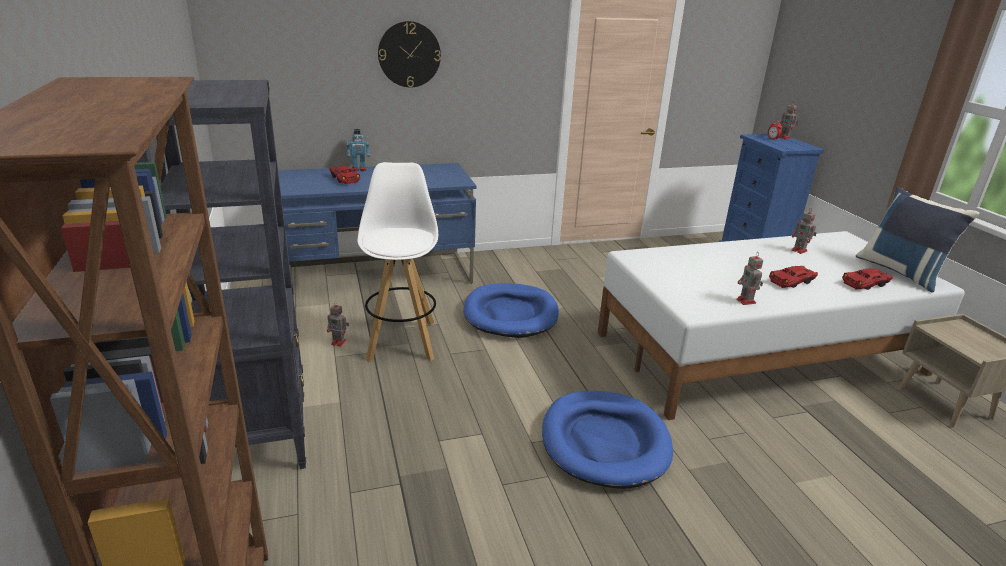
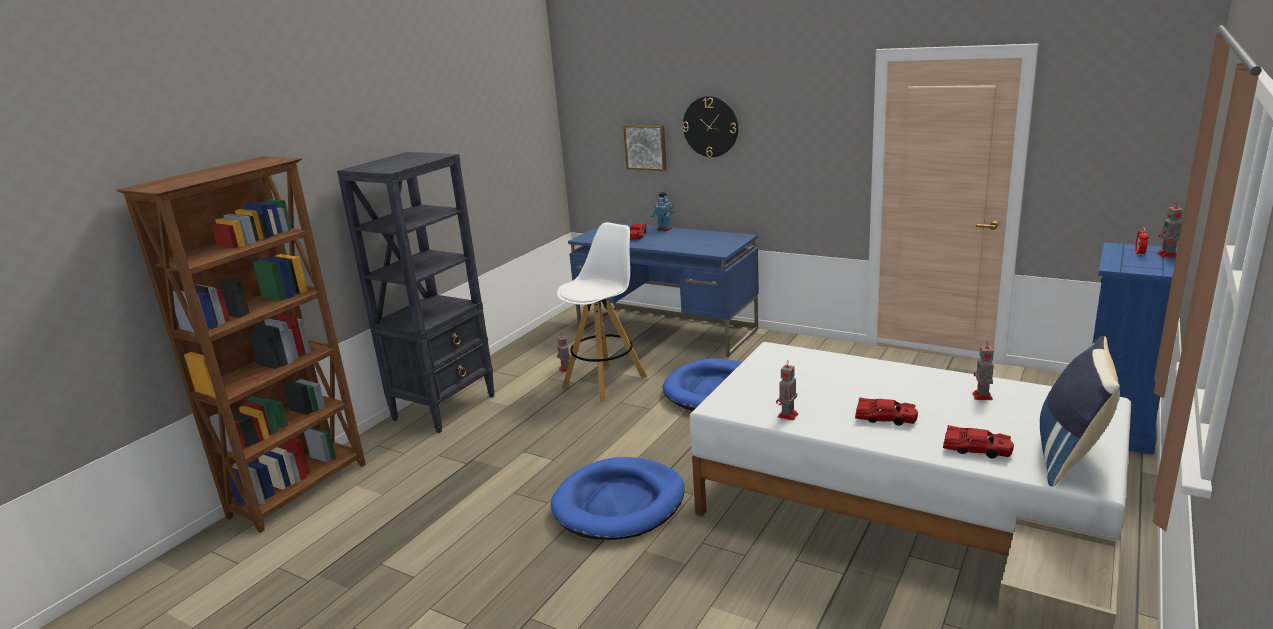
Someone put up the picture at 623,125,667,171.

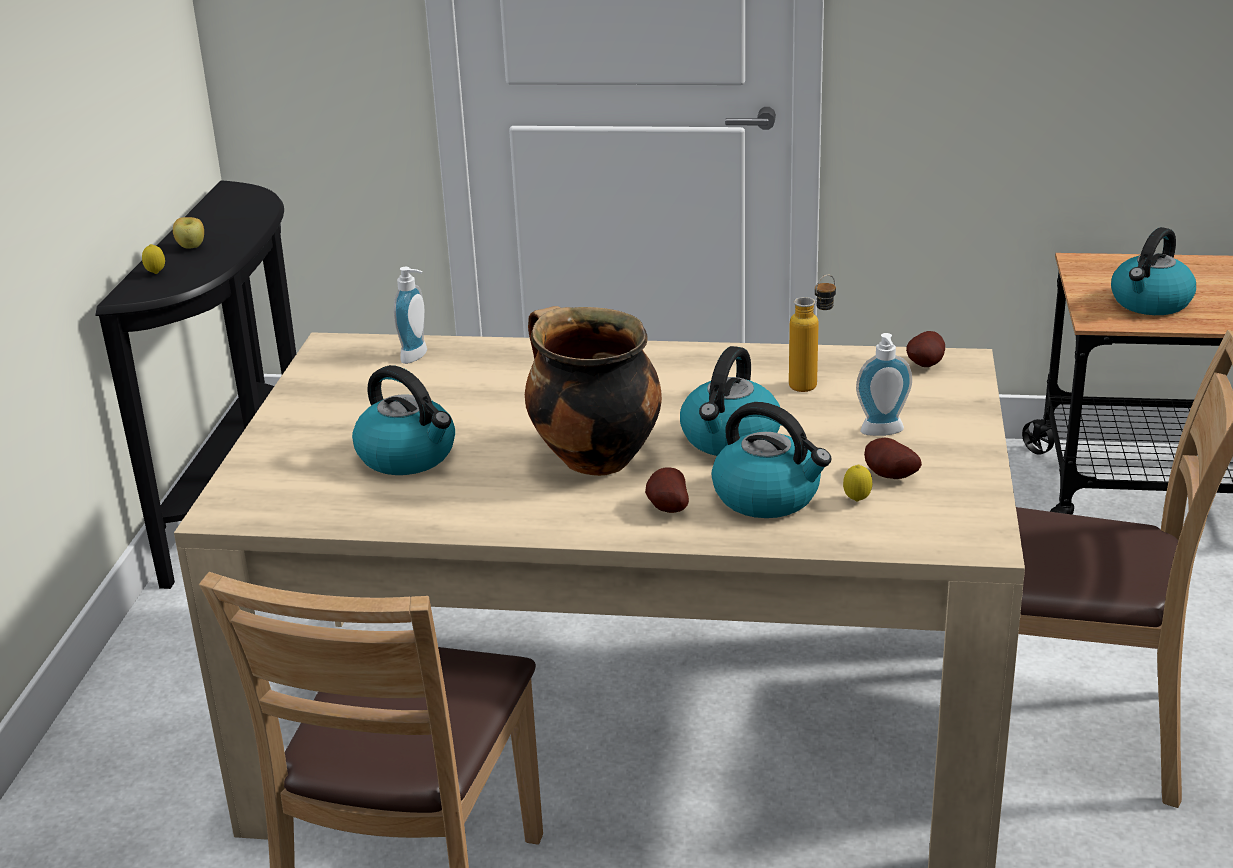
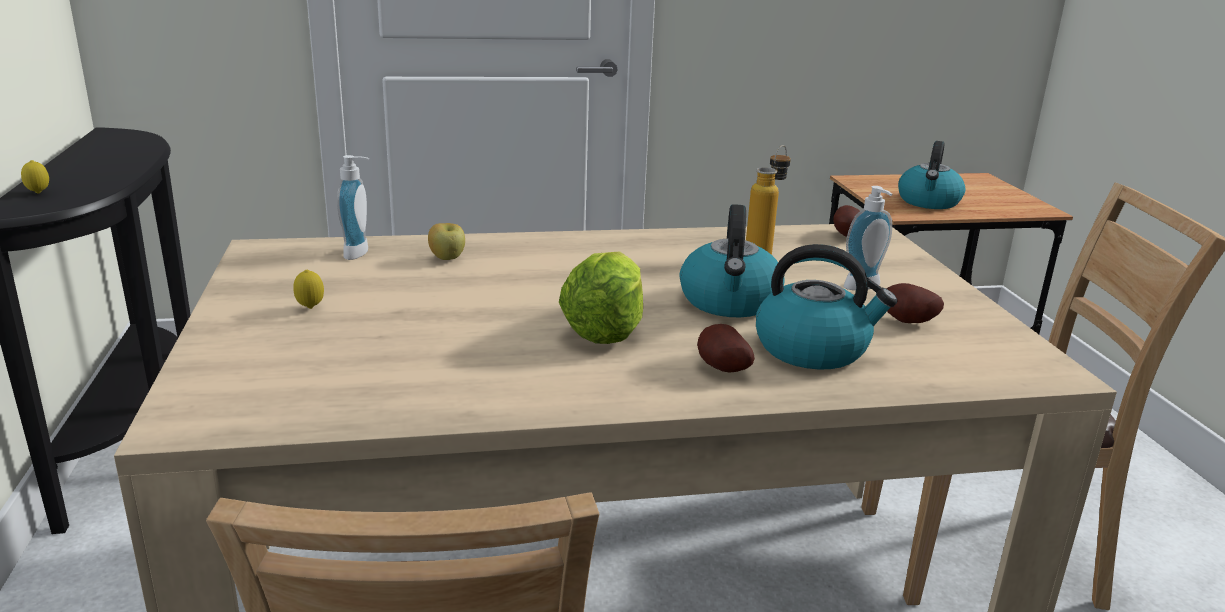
Someone carried the apple from 173,217,204,249 to 428,223,465,260.
Someone swapped the cooking pot at 525,306,662,476 for the lettuce at 559,251,643,344.
Someone took away the kettle at 352,365,455,475.
Someone carried the lemon from 843,465,872,502 to 293,270,324,309.

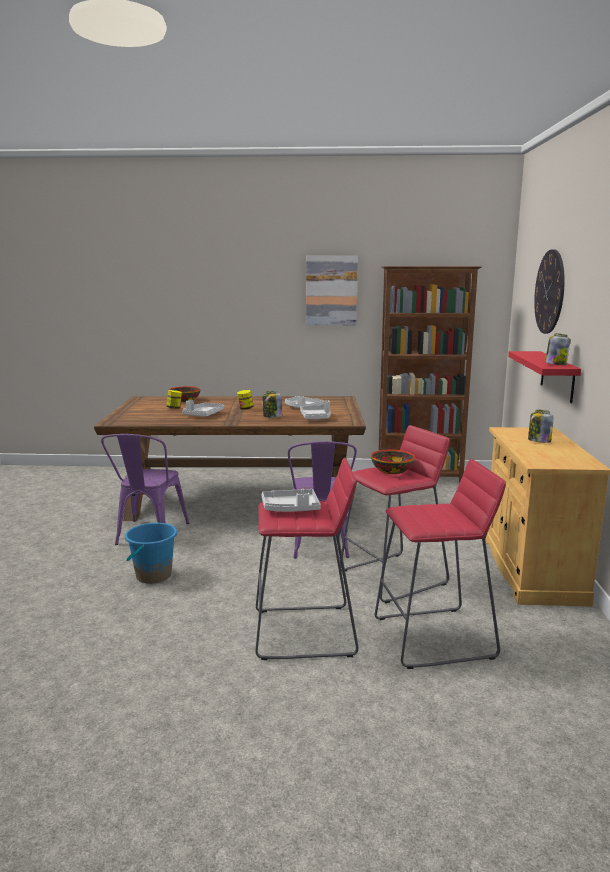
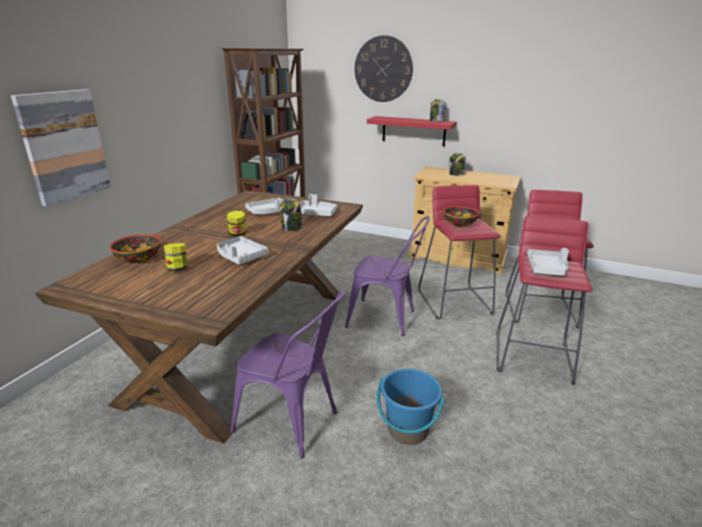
Someone carried the picture from 306,255,358,325 to 11,89,111,207.

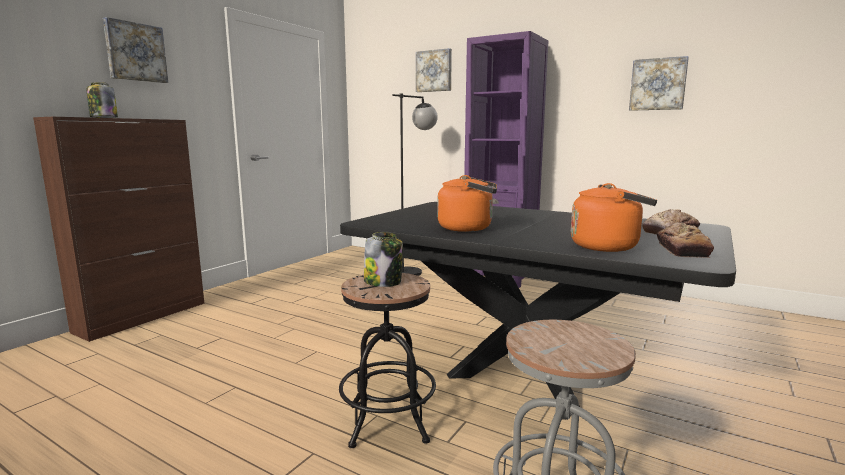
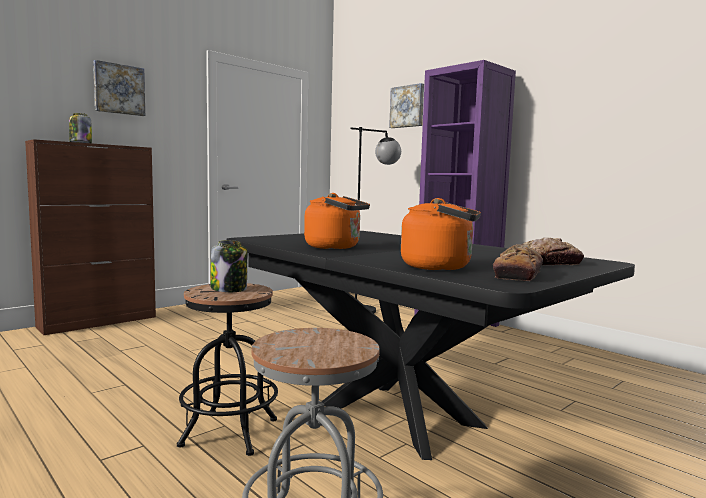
Someone took away the picture at 629,56,689,111.

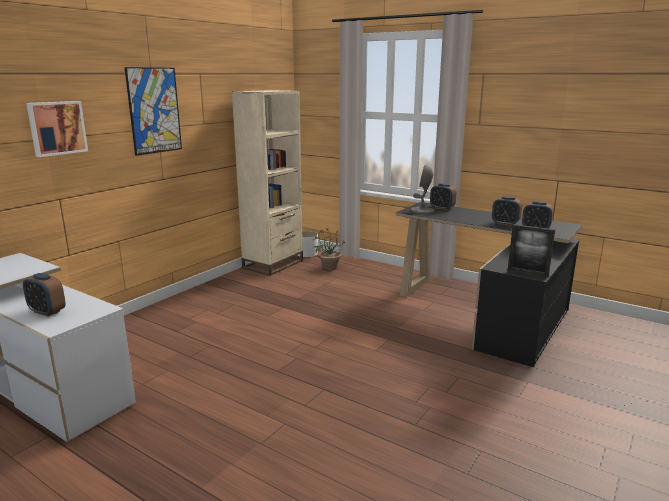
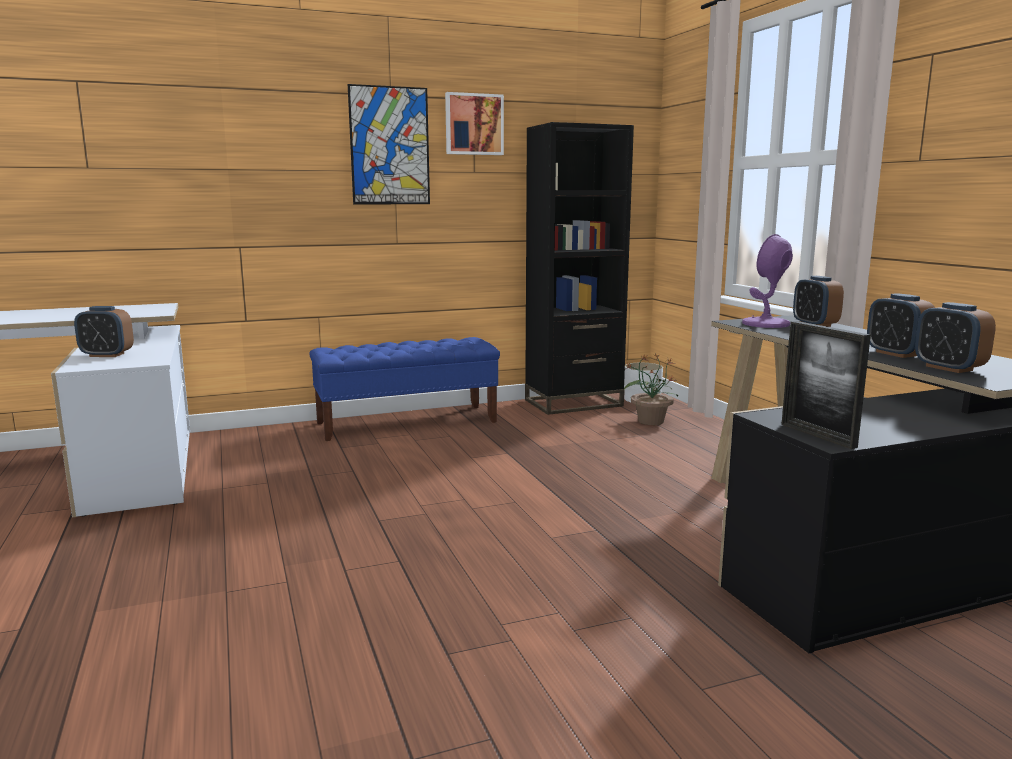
Someone repainted the bookcase/beige at 232,90,303,276, which became the bookcase/black at 525,122,634,415.
Someone carried the picture from 26,101,88,157 to 445,92,504,155.
Someone repainted the table lamp/grey at 411,165,435,214, which became the table lamp/purple at 742,234,793,328.
Someone rotated the alarm clock at 23,273,66,317 by 60 degrees counterclockwise.
Someone put down the bench/blue at 309,337,500,441.

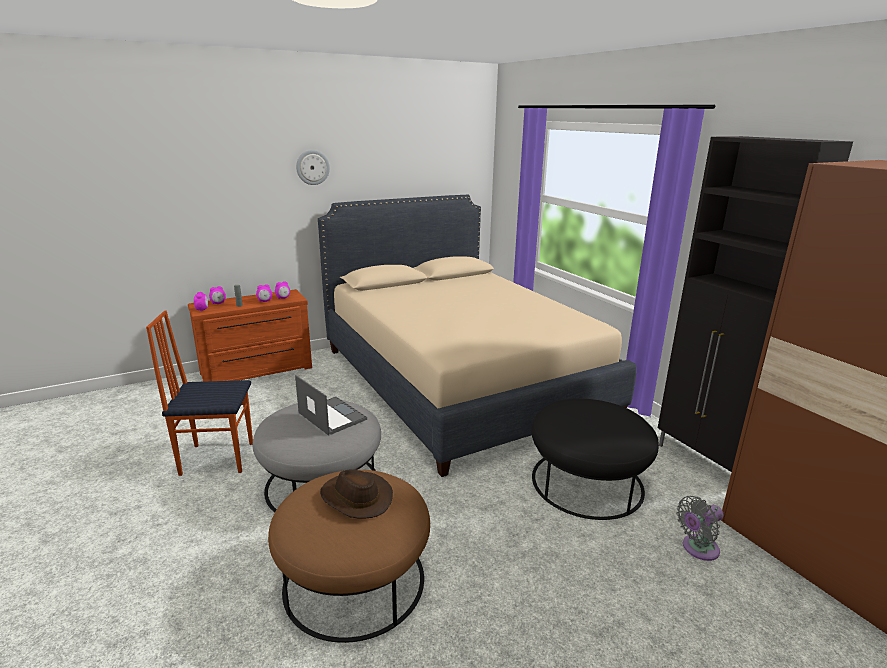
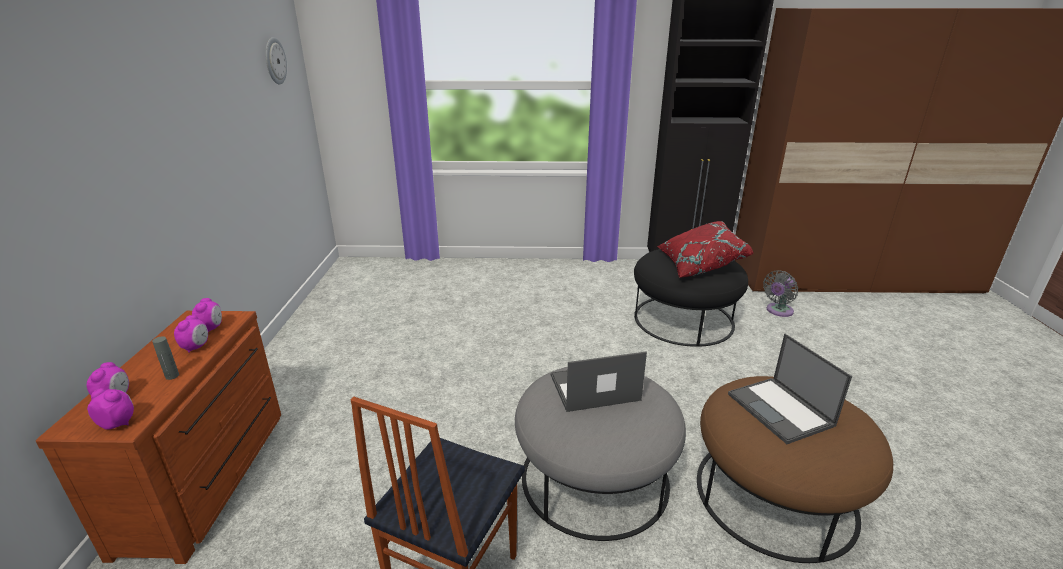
Someone carried the wall clock from 296,150,330,185 to 266,37,287,85.
Someone took away the bed/beige at 318,195,637,477.
Someone swapped the hat/brown at 320,470,393,519 for the laptop at 728,334,852,444.
Someone rotated the fan/grey at 676,496,723,561 by 45 degrees clockwise.
Someone put down the pillow/red at 658,221,753,278.

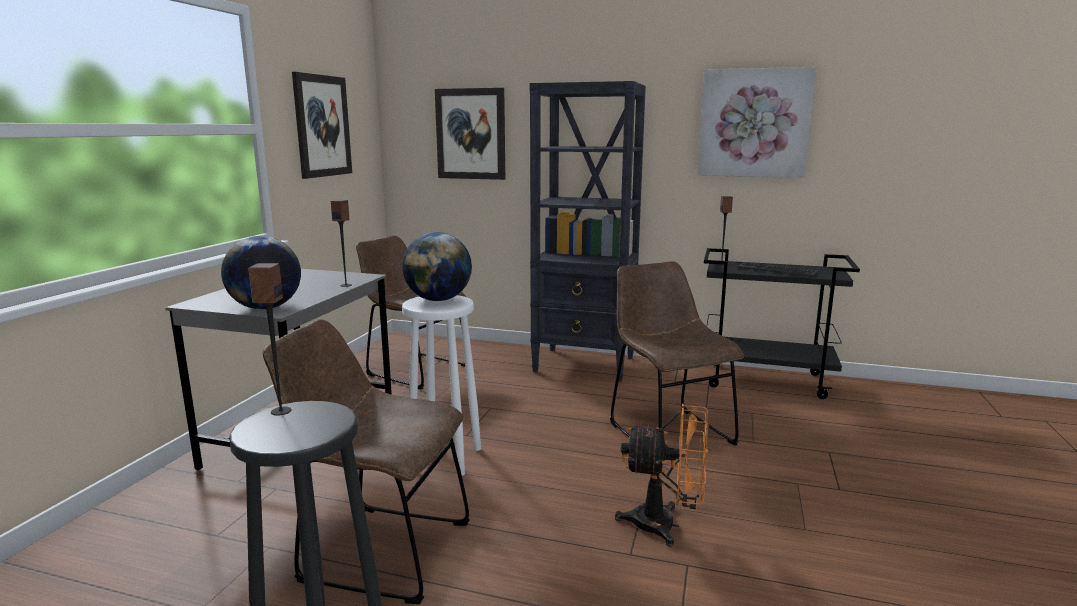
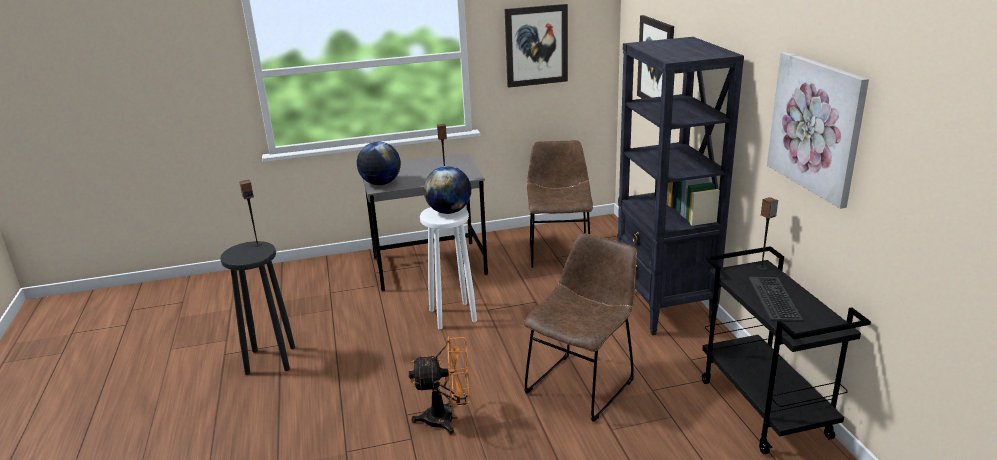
Someone took away the chair/brown at 263,319,470,604.
Someone rotated the fan/orange at 615,404,709,547 by 75 degrees counterclockwise.

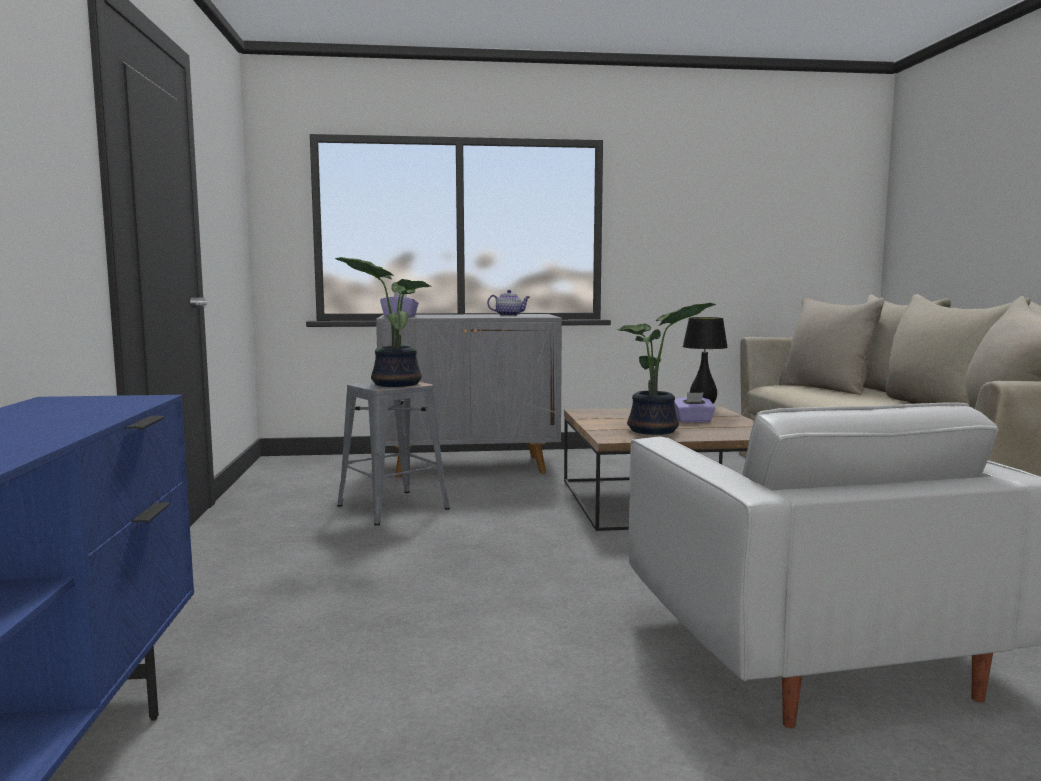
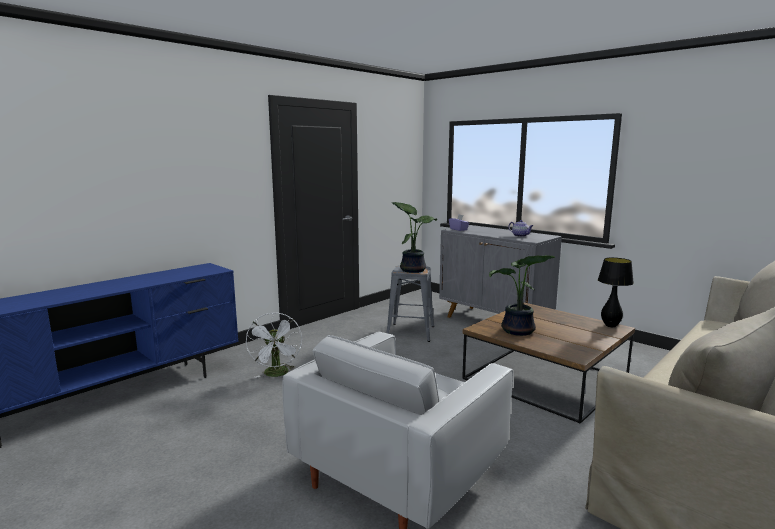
Someone took away the tissue box/purple at 674,392,716,423.
Someone put down the fan/white at 246,313,302,378.

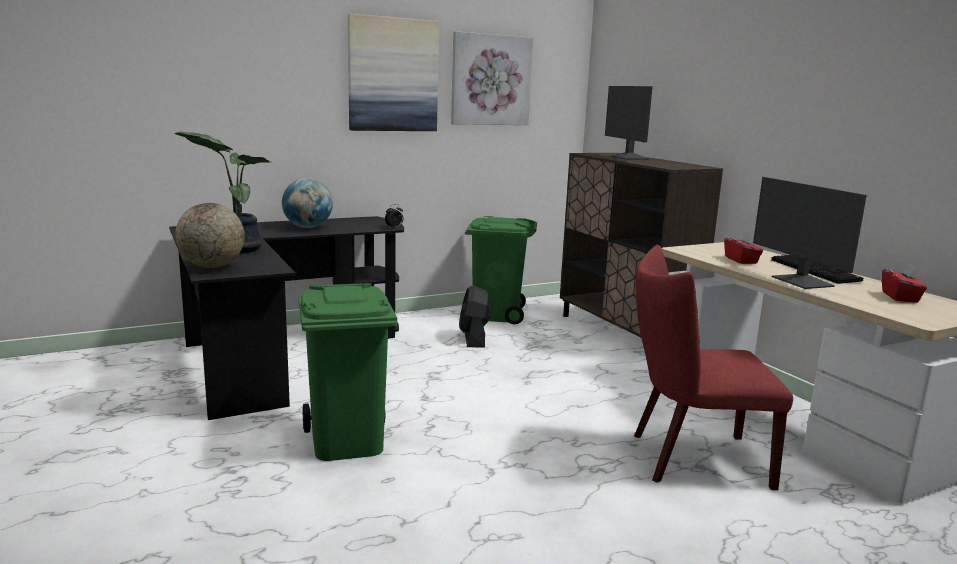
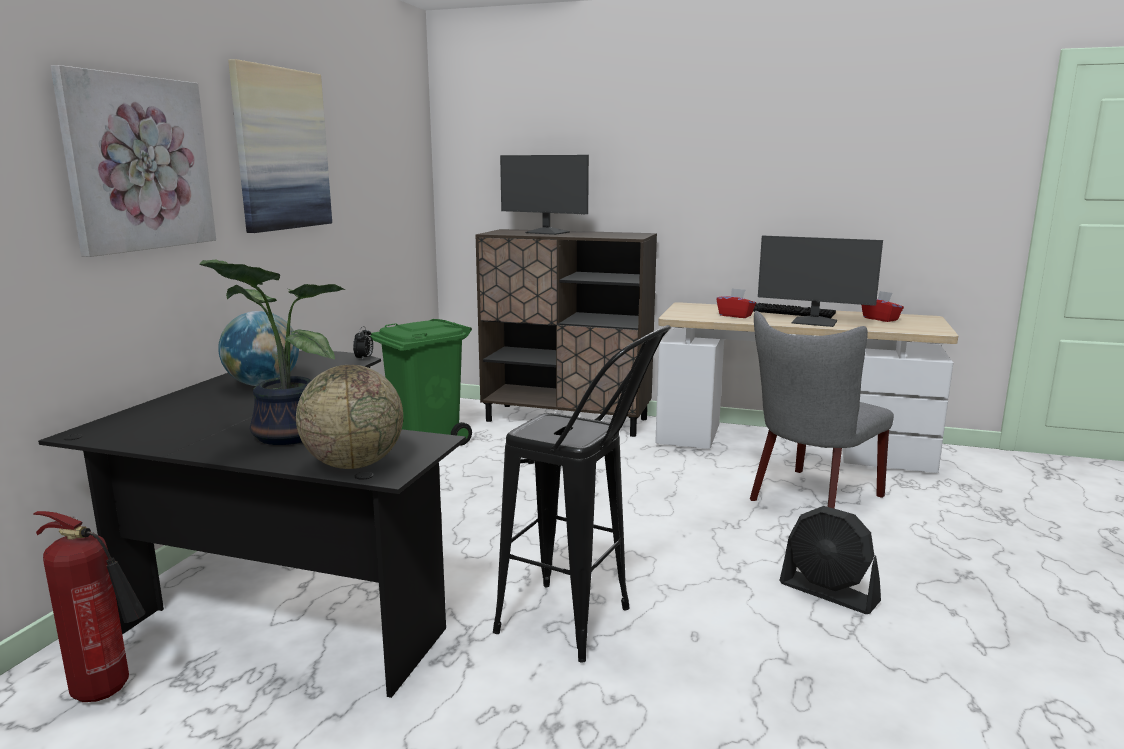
Someone carried the picture from 451,31,533,125 to 50,65,216,257.
Someone repainted the chair/red at 634,245,793,490, which became the chair/grey at 750,311,894,508.
Someone swapped the trash can/green at 298,283,397,461 for the stool/black at 493,325,671,663.
Someone carried the fan/black from 459,285,491,347 to 779,506,881,614.
Someone put down the fire extinguisher at 33,511,146,702.

